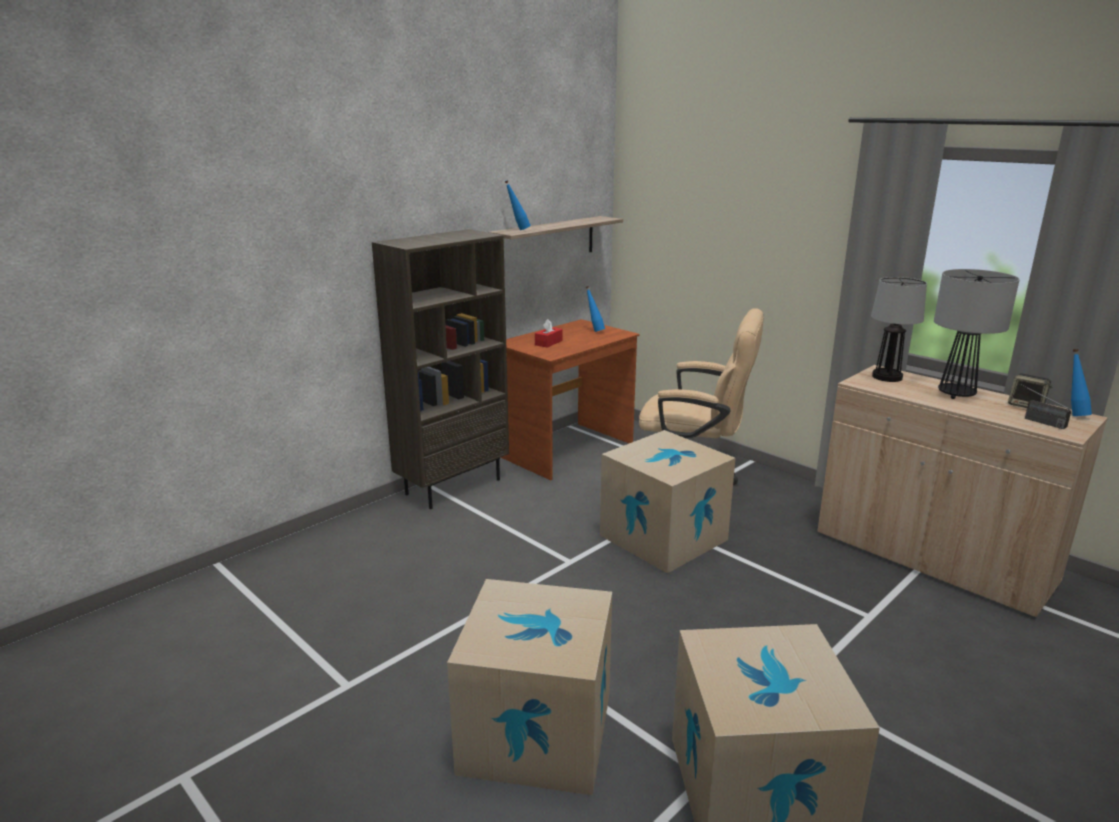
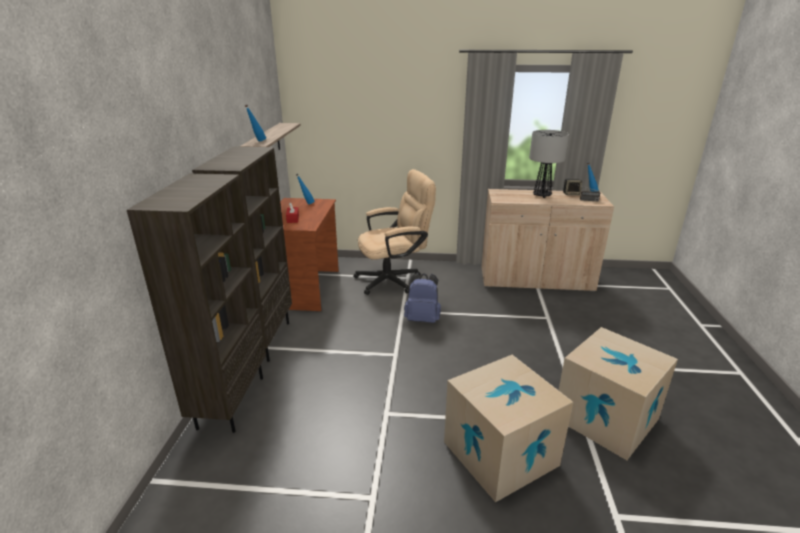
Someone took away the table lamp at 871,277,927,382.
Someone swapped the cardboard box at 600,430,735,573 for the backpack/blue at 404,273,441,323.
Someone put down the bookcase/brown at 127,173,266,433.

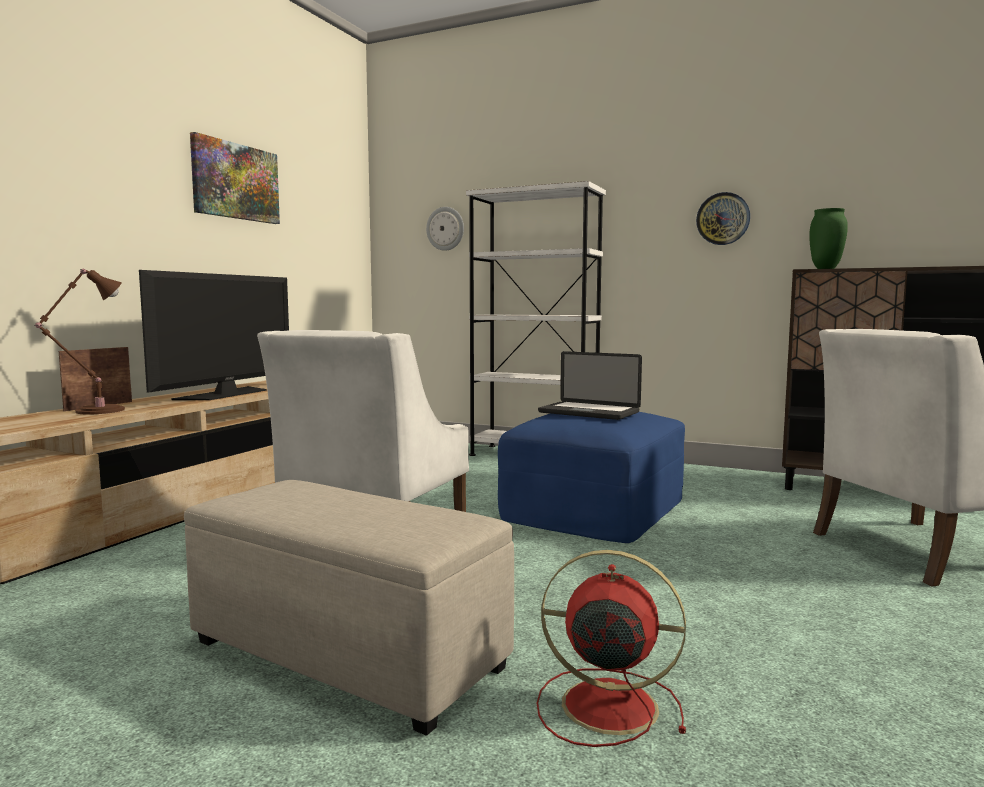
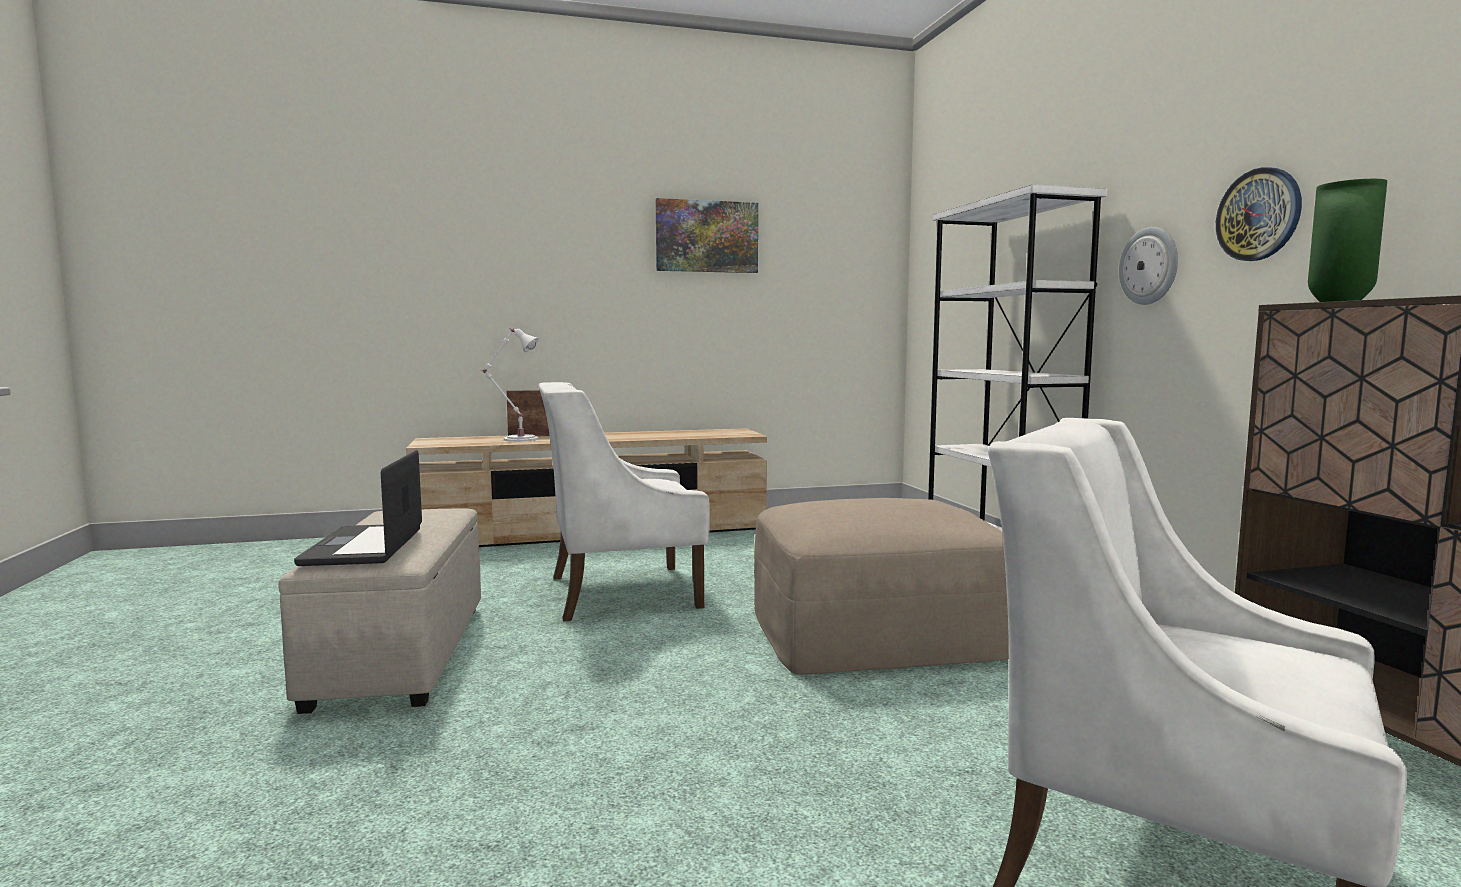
Someone carried the wall clock from 426,207,464,251 to 1119,227,1178,305.
Someone repainted the table lamp/brown at 34,269,125,414, which became the table lamp/white at 483,328,539,442.
Someone took away the television at 139,270,289,400.
Someone carried the laptop from 538,351,642,420 to 294,450,422,566.
Someone repainted the ottoman/blue at 498,412,685,543, which became the ottoman/beige at 754,498,1009,674.
Someone took away the fan/red at 537,550,686,747.

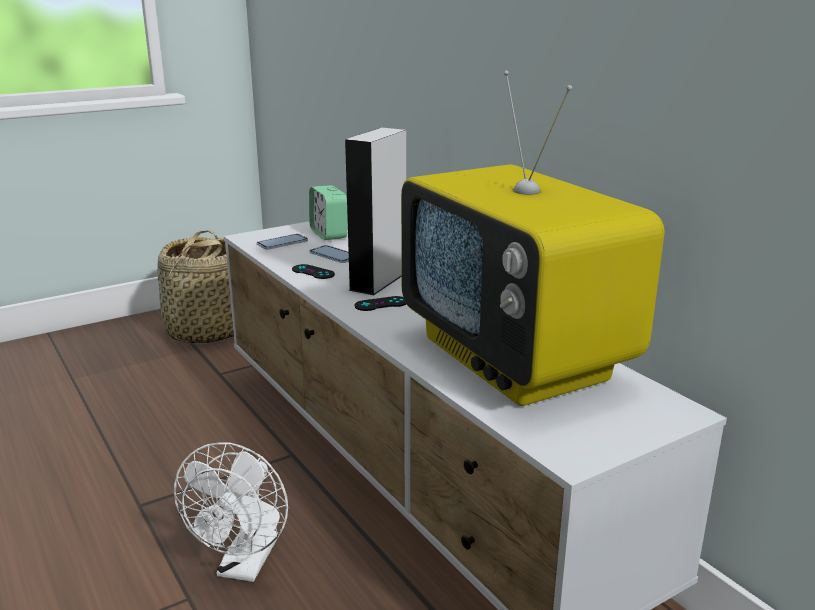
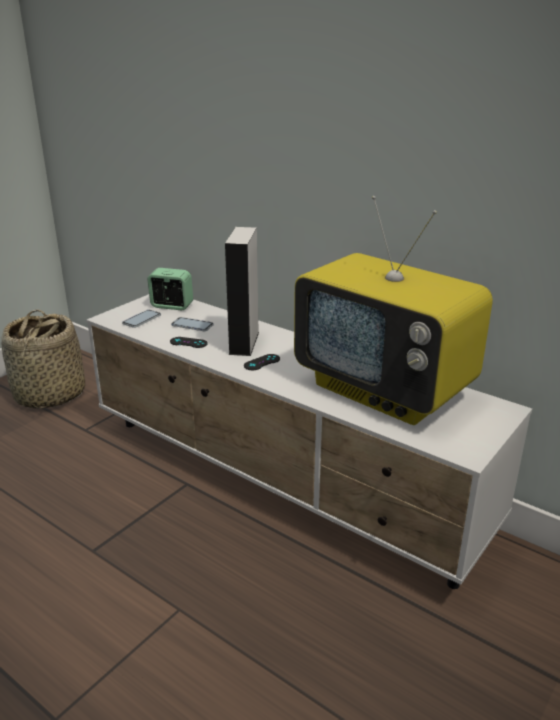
Someone rotated the alarm clock at 309,185,348,240 by 150 degrees clockwise.
Someone took away the fan/white at 174,442,288,582.

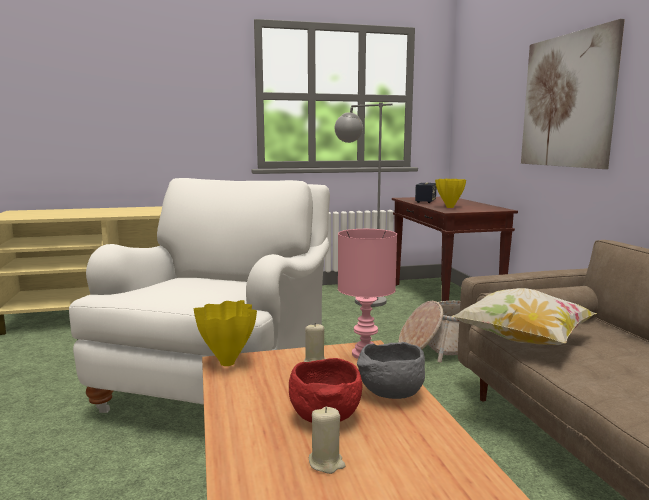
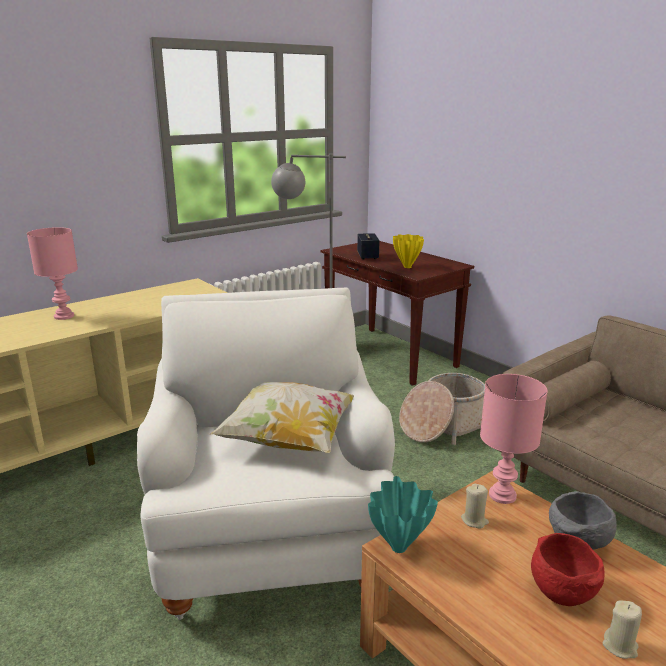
Someone took away the picture at 521,19,625,169.
Someone carried the pillow from 451,288,597,345 to 210,382,354,453.
Someone repainted the vase/yellow at 194,300,257,366, which became the vase/turquoise at 368,476,438,553.
Someone put down the table lamp/pink at 27,227,78,320.

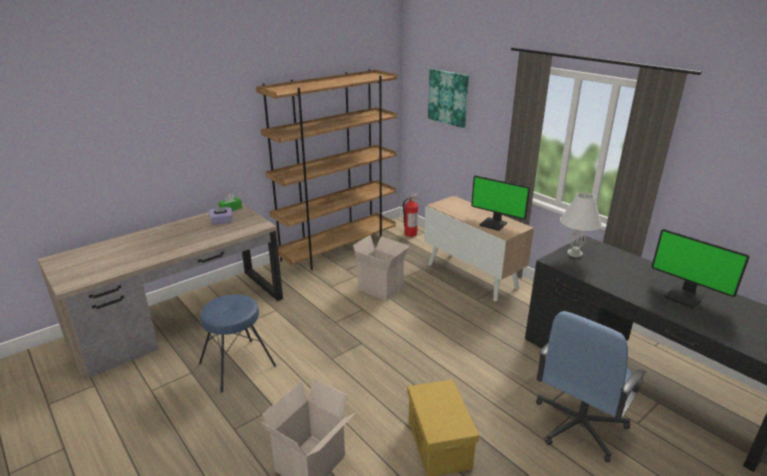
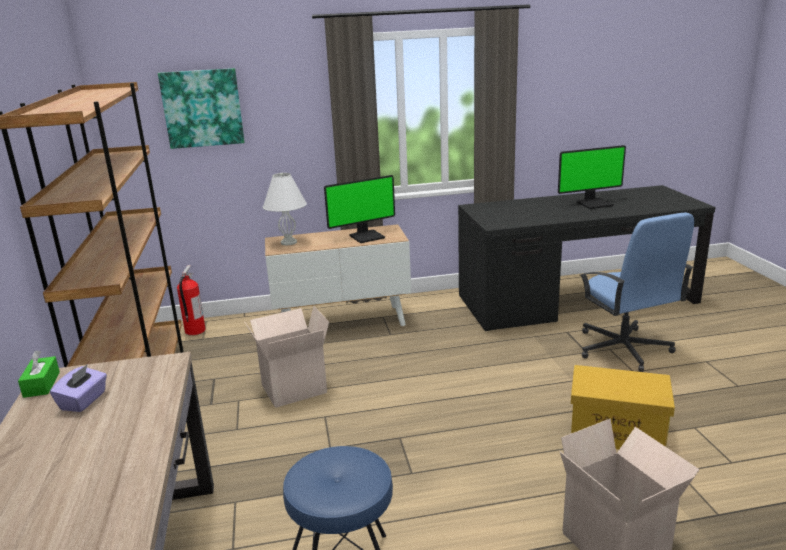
Someone carried the table lamp/white from 560,193,602,257 to 263,173,307,245.

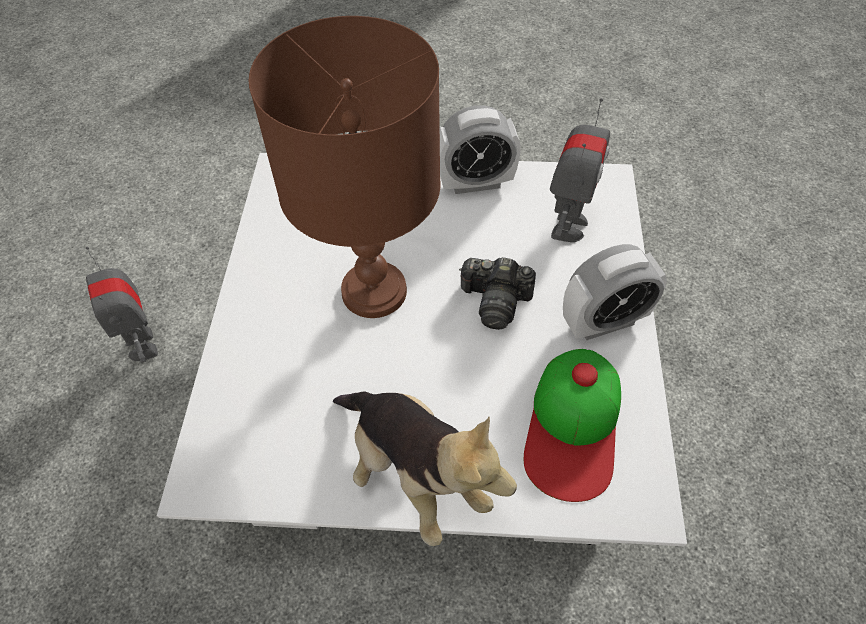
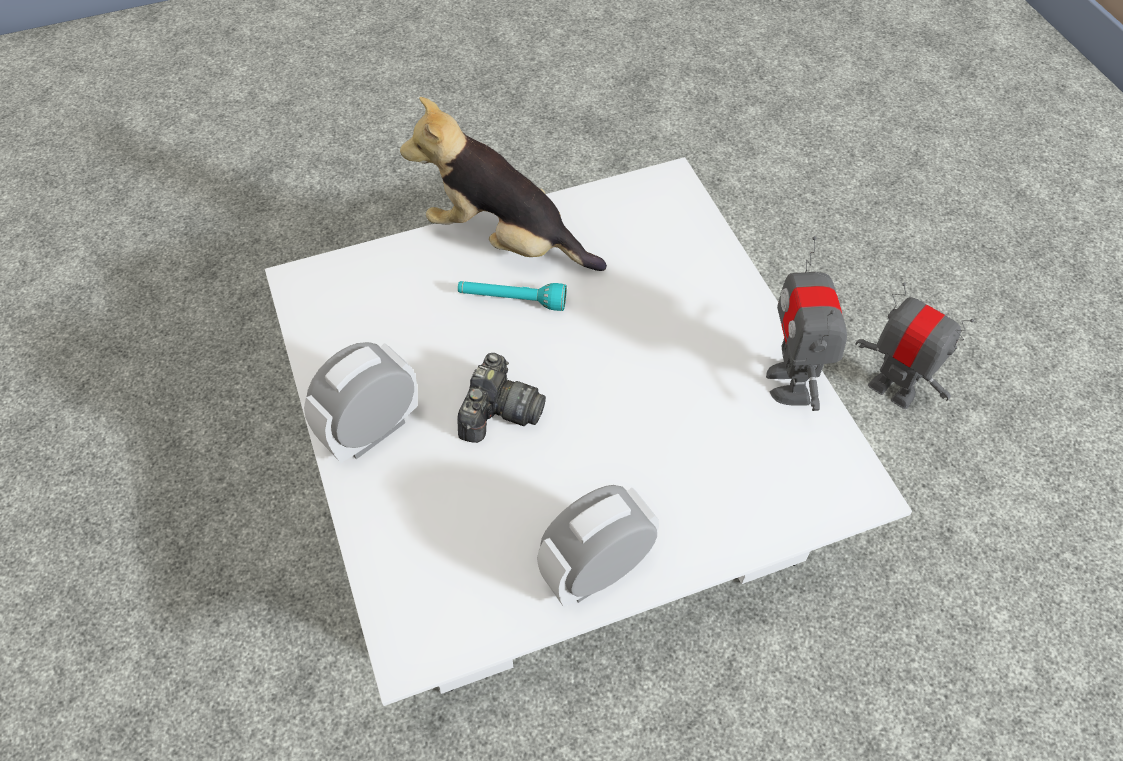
Someone took away the table lamp/brown at 249,16,441,318.
Someone carried the toy robot from 550,98,610,242 to 766,236,847,411.
Someone rotated the photo camera at 459,257,536,330 by 120 degrees clockwise.
Someone took away the cap at 524,349,621,502.
Someone put down the flashlight/turquoise at 458,281,567,311.

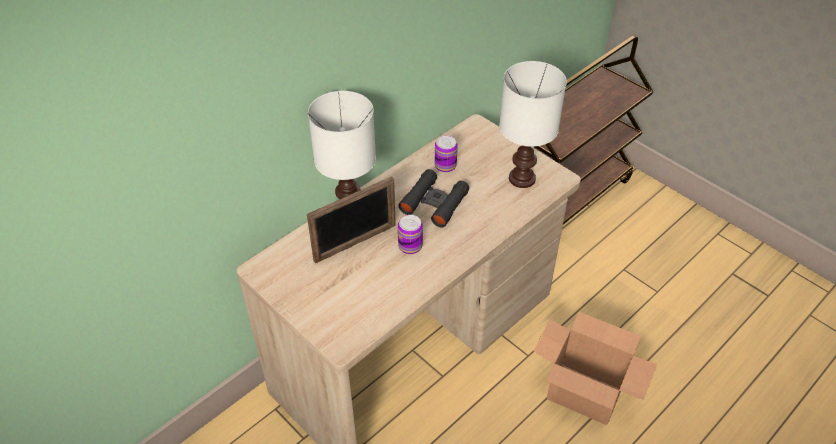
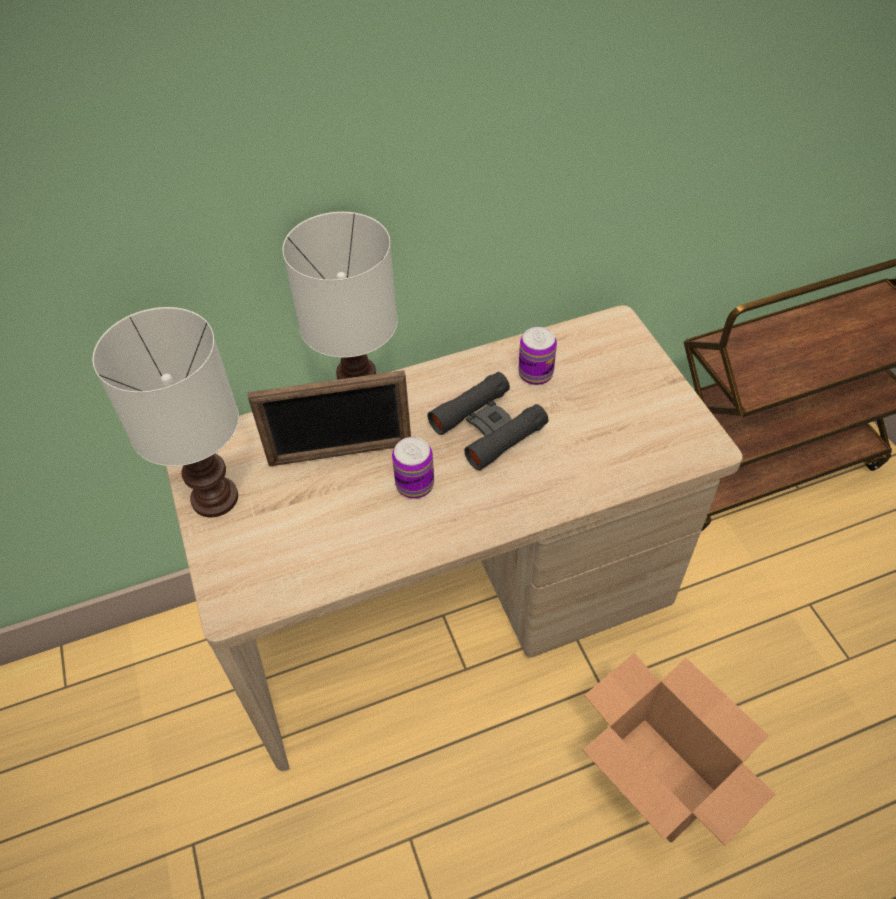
Someone carried the table lamp/white from 499,61,567,188 to 93,307,239,517.

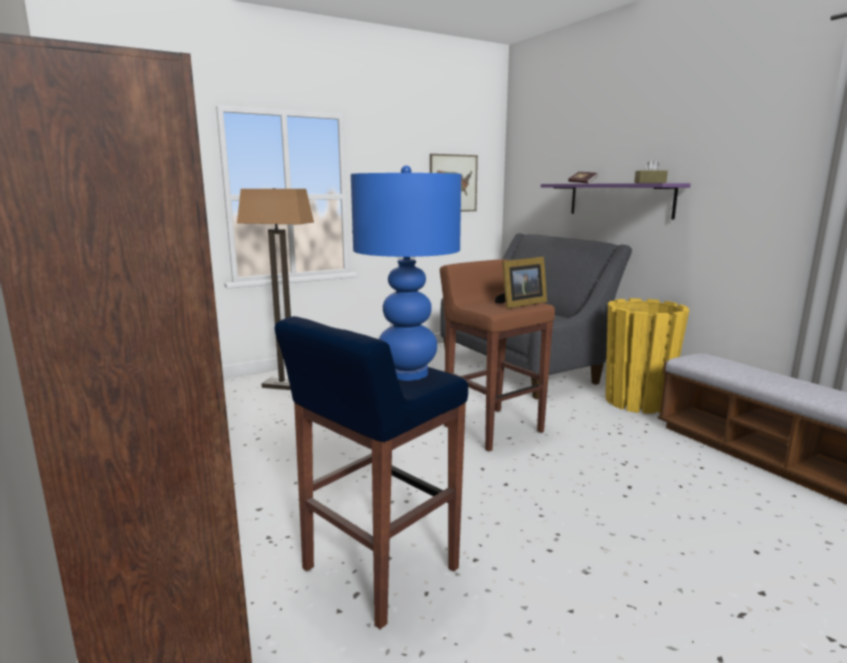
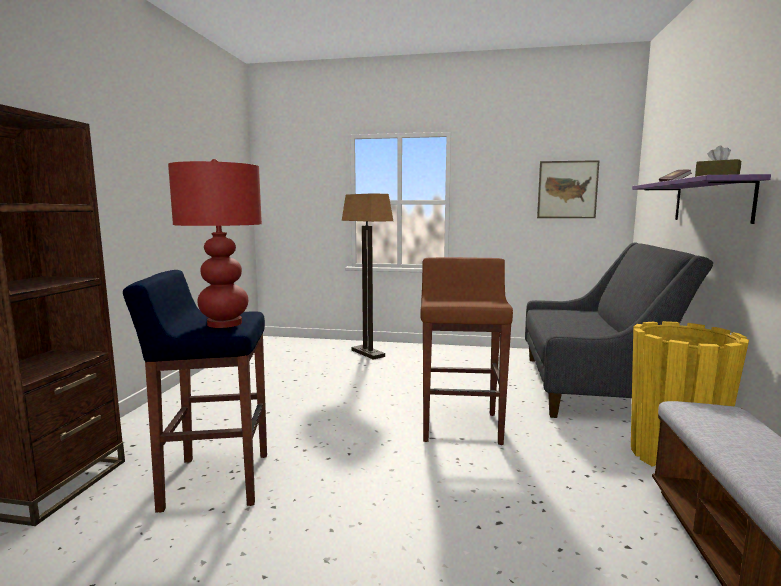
Someone repainted the table lamp/blue at 351,165,461,381, which became the table lamp/red at 168,159,262,328.
Someone took away the picture frame at 495,257,547,309.

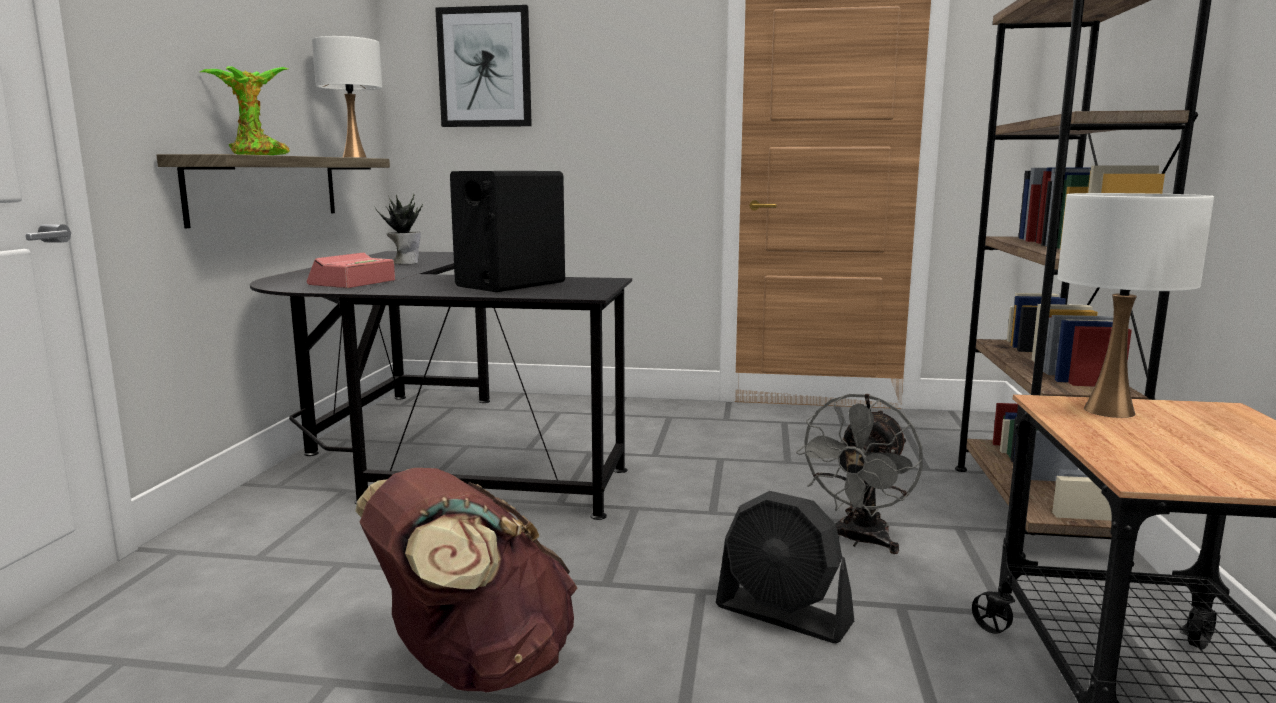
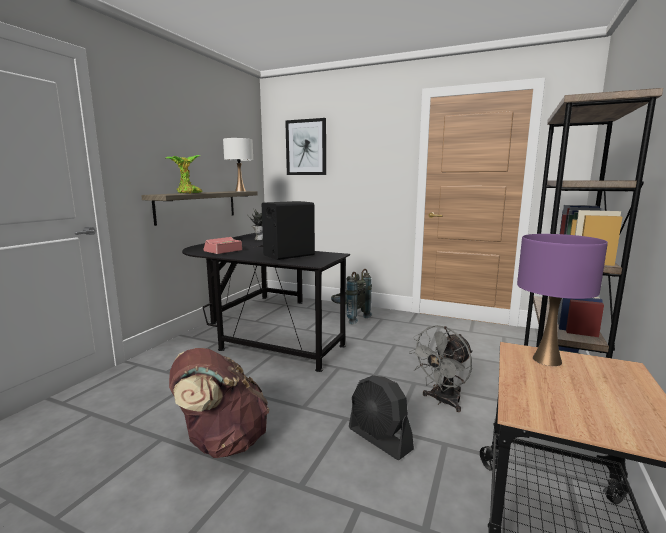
Someone repainted the table lamp/white at 1057,193,1214,418, which became the table lamp/purple at 517,234,608,366.
Someone put down the backpack/grey at 331,269,372,324.

